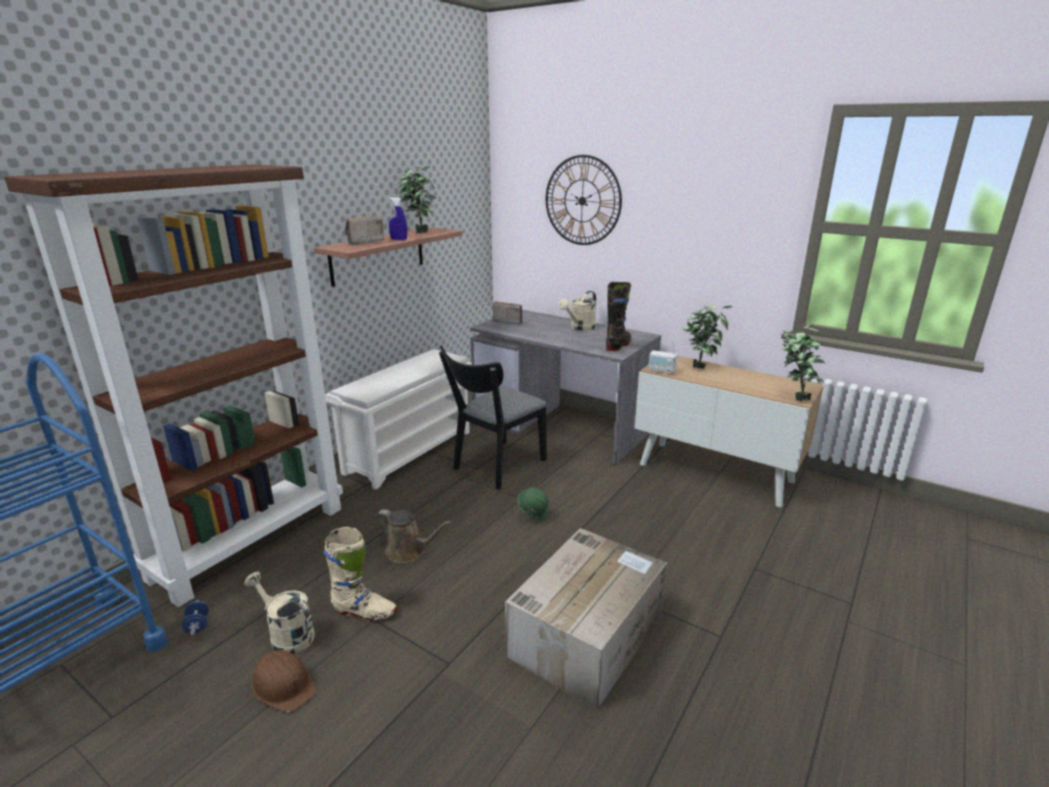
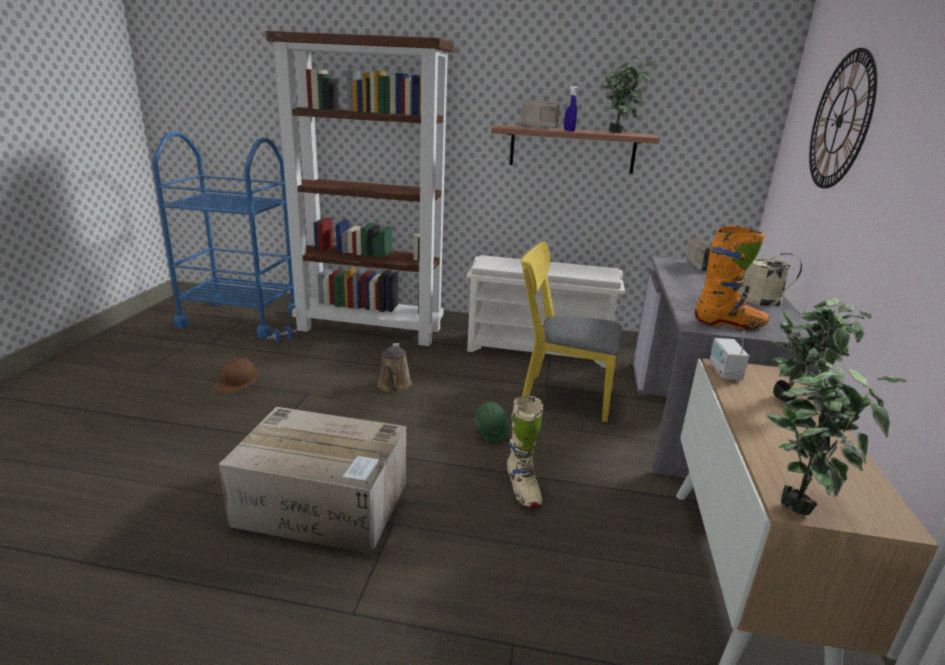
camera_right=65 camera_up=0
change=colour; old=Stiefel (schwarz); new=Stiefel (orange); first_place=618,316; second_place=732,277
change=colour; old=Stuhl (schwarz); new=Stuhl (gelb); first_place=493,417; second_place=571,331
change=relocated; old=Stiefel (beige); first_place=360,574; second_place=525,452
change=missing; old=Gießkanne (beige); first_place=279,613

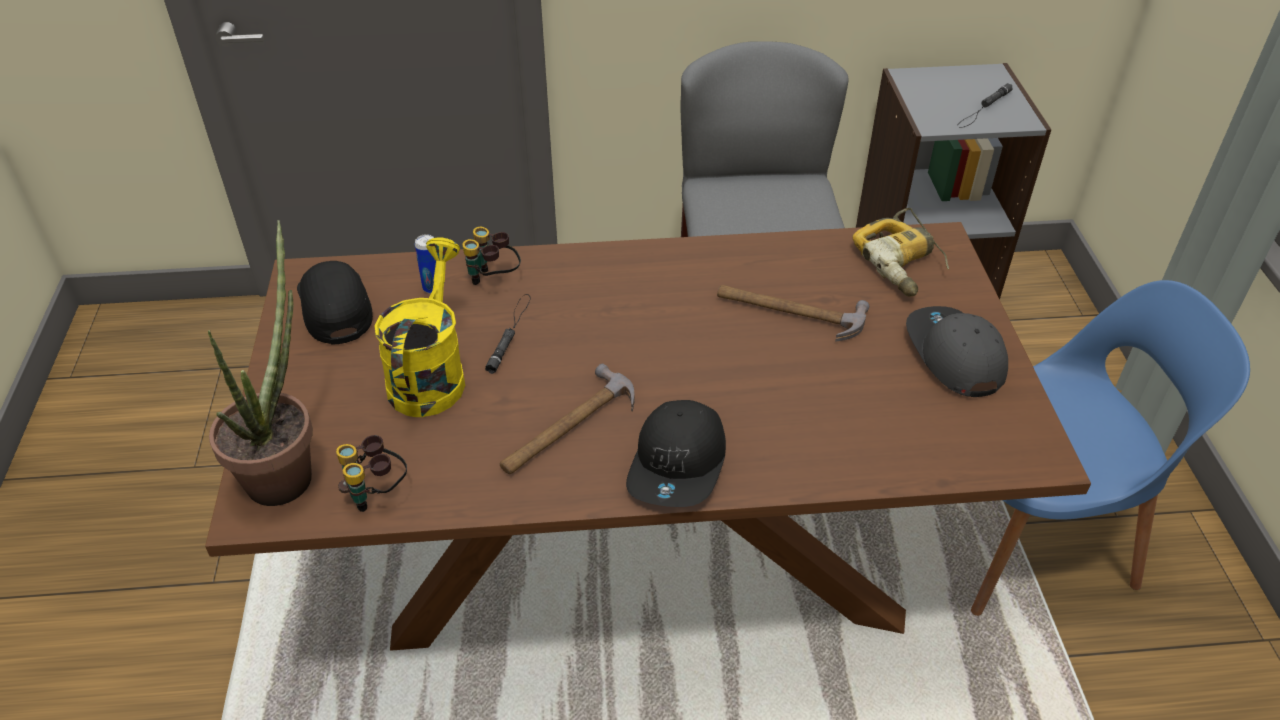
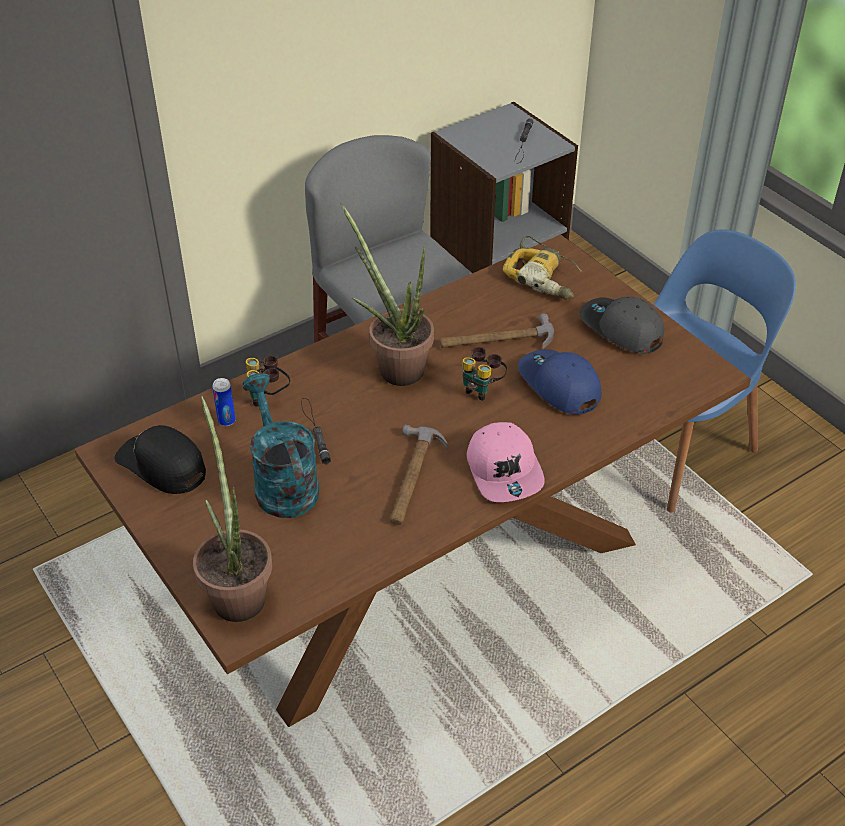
camera_right=-30 camera_up=0
change=colour; old=Gießkanne (gelb); new=Gießkanne (türkis); first_place=420,327; second_place=281,445
change=colour; old=Kappe (schwarz); new=Kappe (rosa); first_place=676,453; second_place=505,462
change=relocated; old=Fernglas; first_place=371,473; second_place=484,374
change=appeared; new=Topfpflanze; second_place=387,294
change=appeared; new=Kappe (blau); second_place=559,382

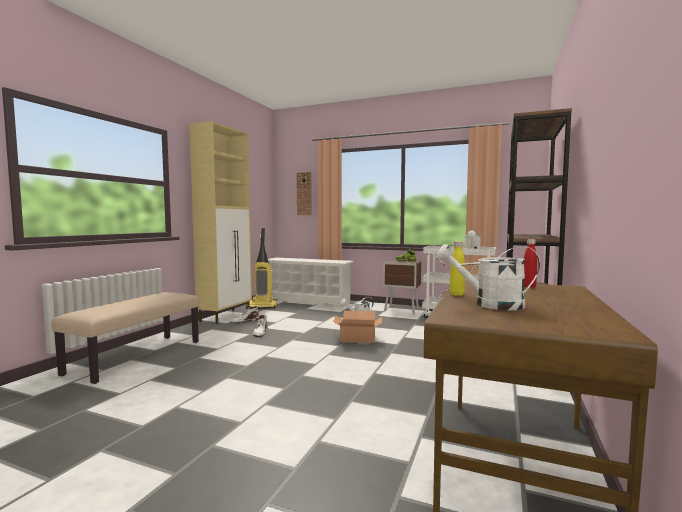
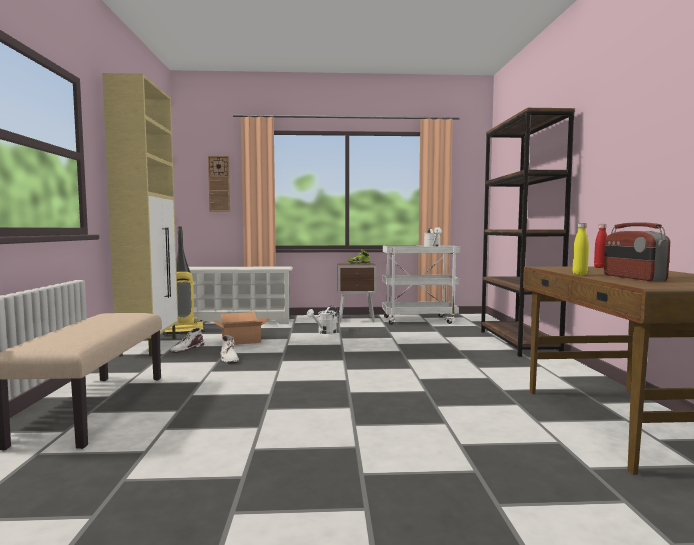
camera_right=-25 camera_up=0
change=exchanged; old=Gießkanne (weiß); new=Radio; first_place=488,277; second_place=637,252
change=relocated; old=Karton; first_place=357,327; second_place=241,328

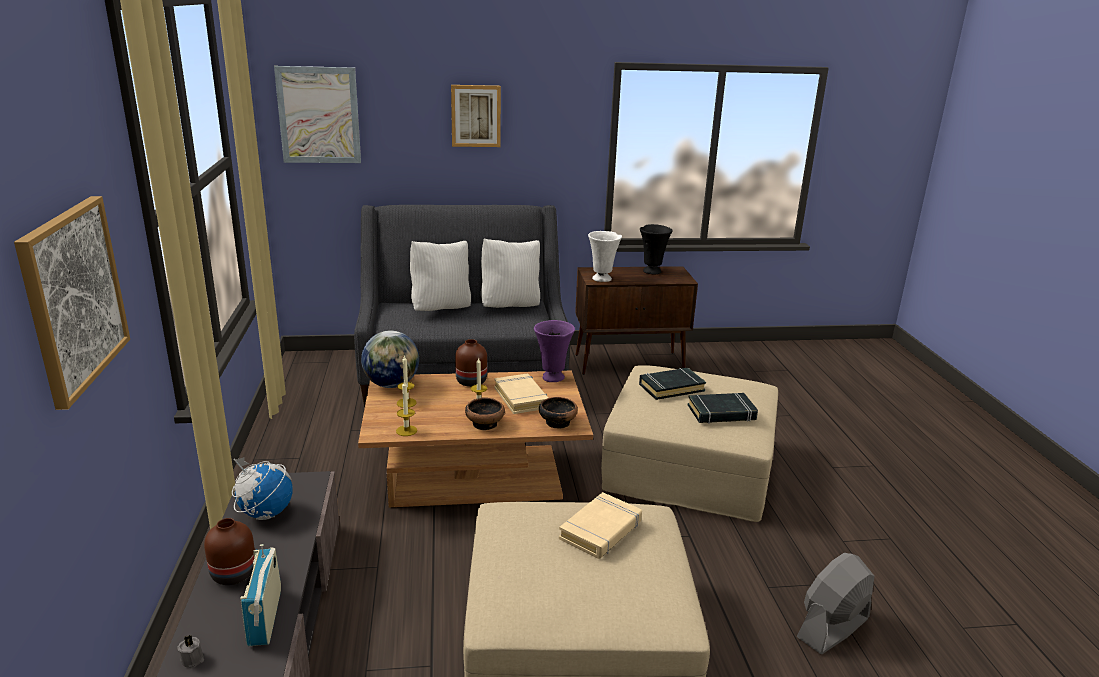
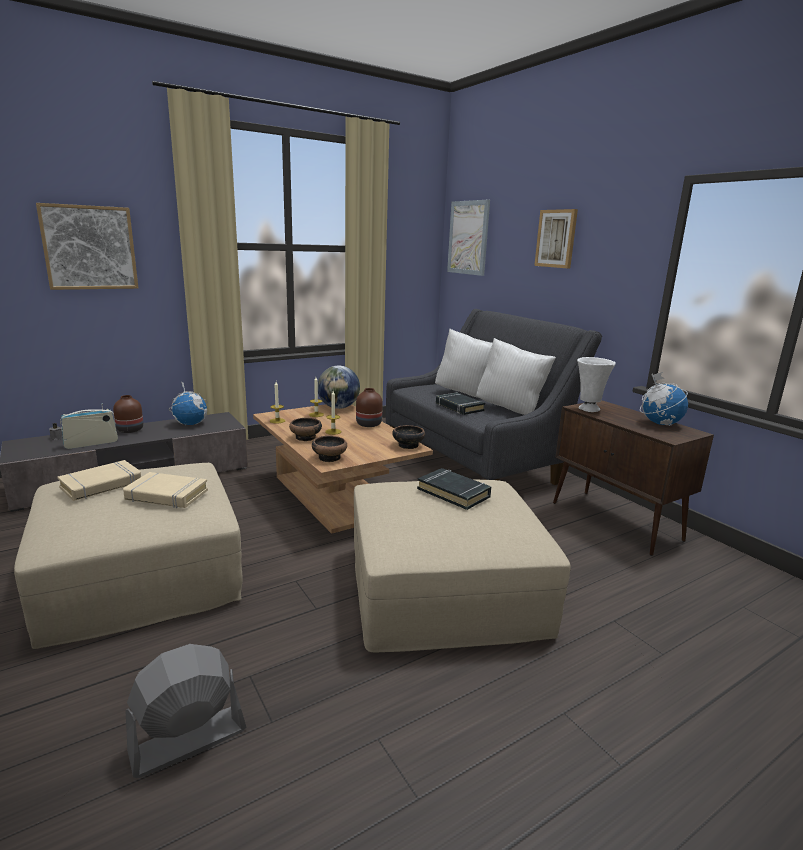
camera_right=65 camera_up=-5
change=exchanged; old=Vase (schwarz); new=Globus; first_place=656,249; second_place=664,399
change=exchanged; old=Vase (lila); new=Schüssel; first_place=554,351; second_place=408,437
change=relocated; old=Buch (beige); first_place=521,394; second_place=99,480
change=relocated; old=Buch (schwarz); first_place=723,408; second_place=460,404
change=spun; old=Ventilator (grau); first_place=835,603; second_place=185,711; degrees=-60

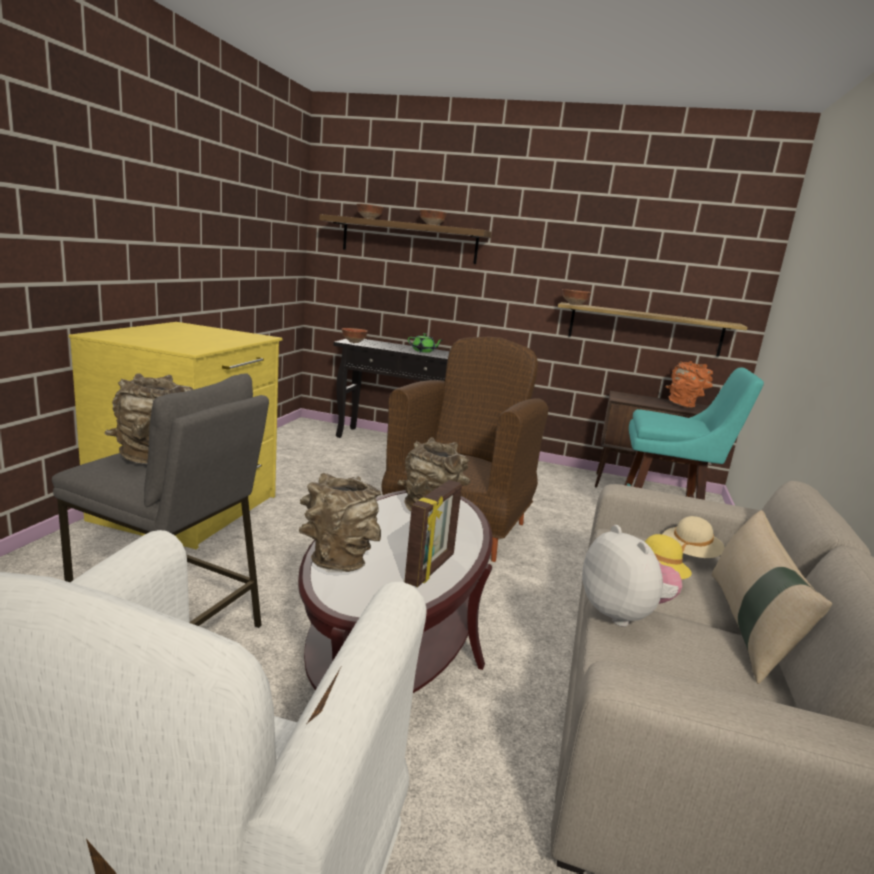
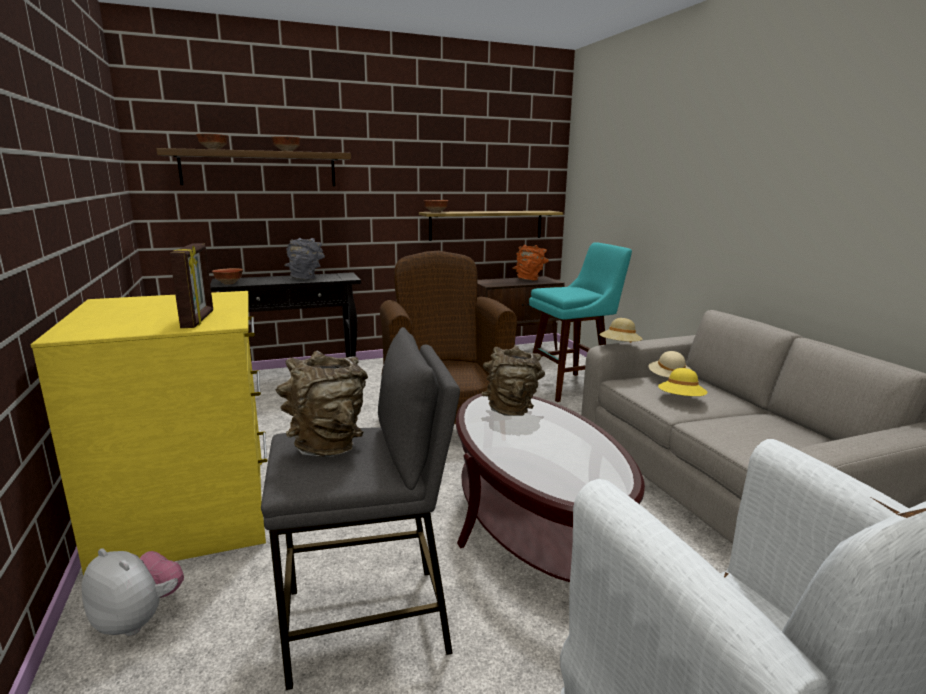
camera_right=-35 camera_up=0
change=exchanged; old=Teekanne (grün); new=Vase (grau); first_place=425,342; second_place=304,259
change=missing; old=Vase (braun); first_place=340,522
change=relocated; old=Bilderrahmen; first_place=433,533; second_place=191,286
change=missing; old=Kissen (beige); first_place=772,597
change=relocated; old=Plüschtier; first_place=632,576; second_place=132,592
change=appeared; new=Hut (beige); second_place=621,330

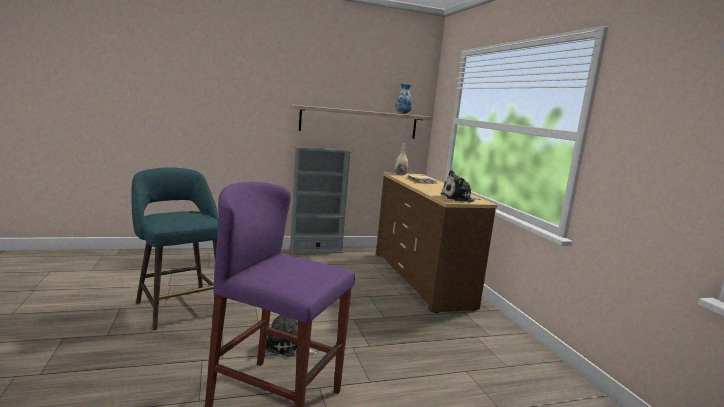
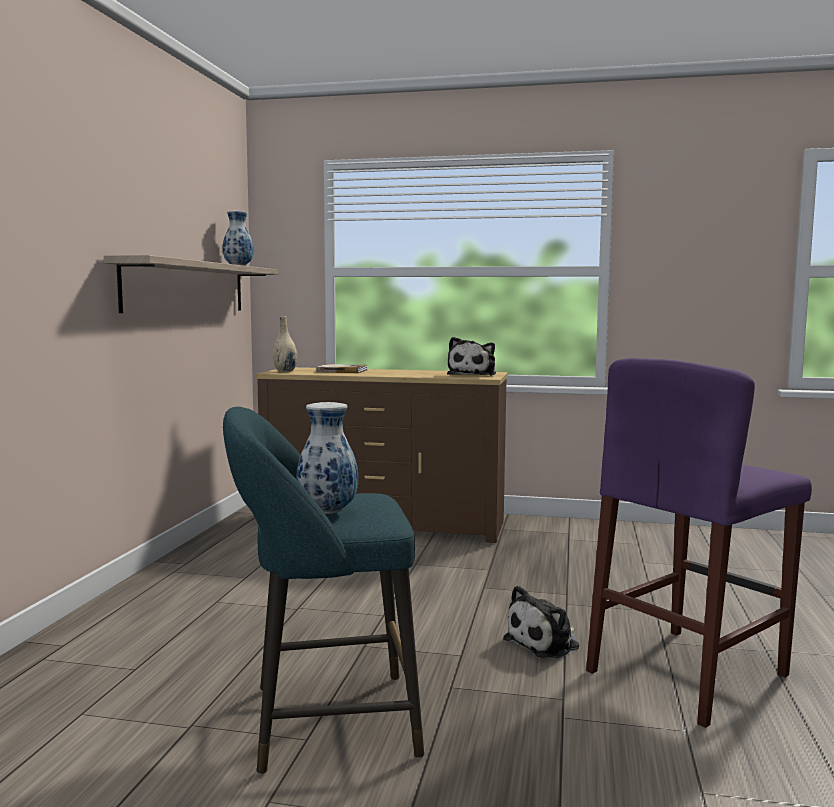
camera_right=-60 camera_up=-5
change=missing; old=Bücherregal (grau); first_place=320,200
change=appeared; new=Vase; second_place=327,458

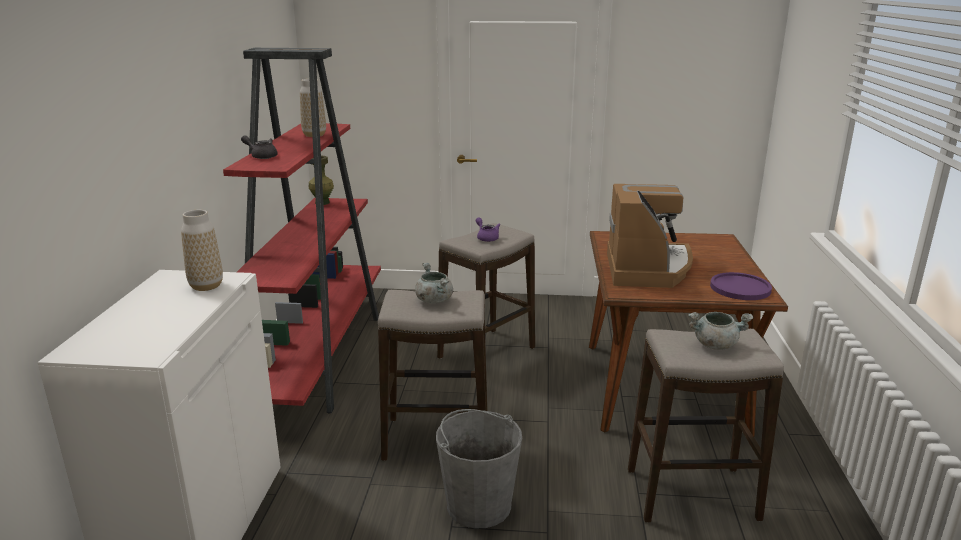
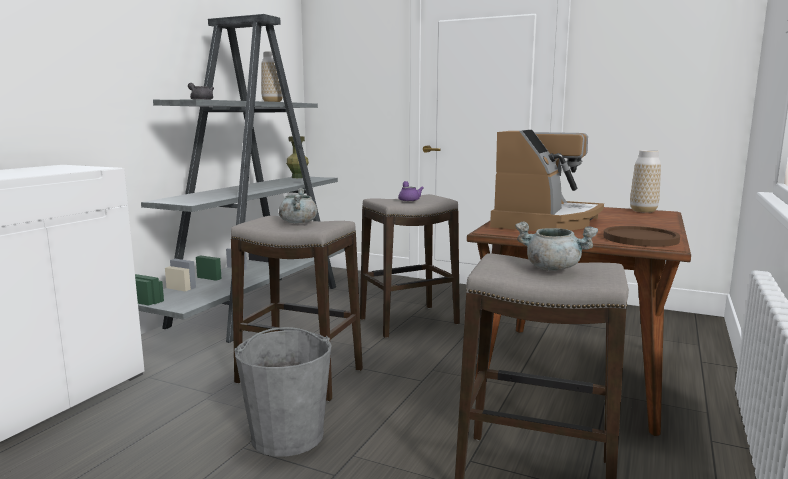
camera_right=20 camera_up=-10
change=colour; old=Bücherregal (rot); new=Bücherregal (grau); first_place=302,231; second_place=240,178
change=relocated; old=Vase; first_place=202,250; second_place=645,181
change=colour; old=Teller (lila); new=Teller (braun); first_place=741,286; second_place=641,236

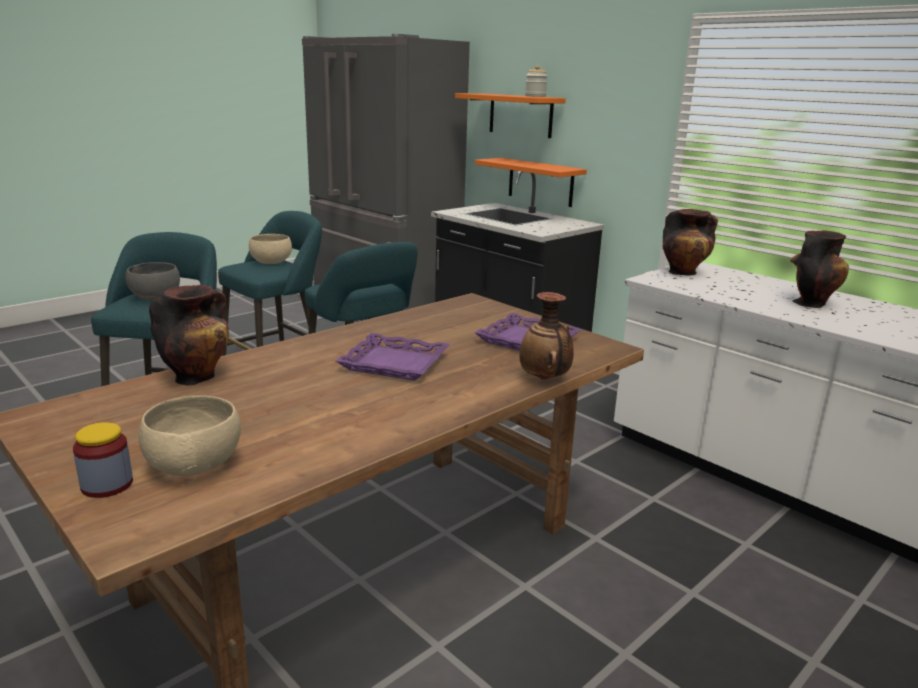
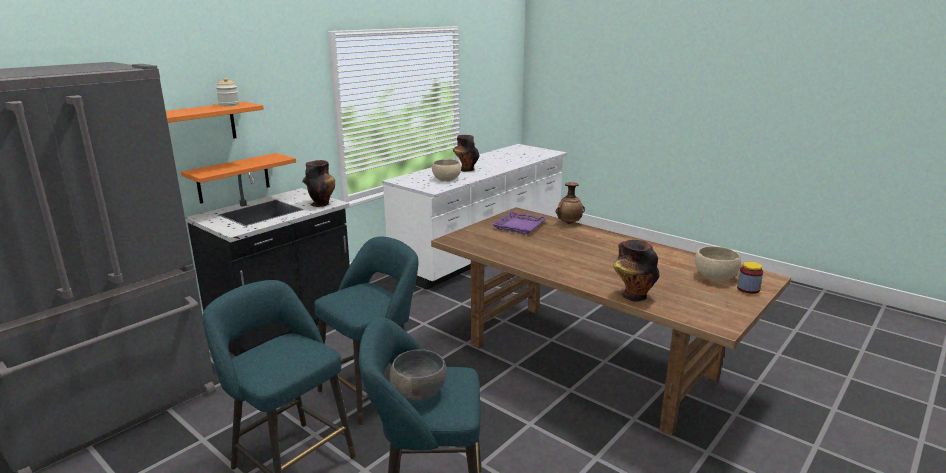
camera_right=-95 camera_up=0
change=relocated; old=Vase; first_place=690,242; second_place=318,183
change=relocated; old=Schüssel (beige); first_place=270,249; second_place=446,170
change=missing; old=Tablett (lila); first_place=393,357

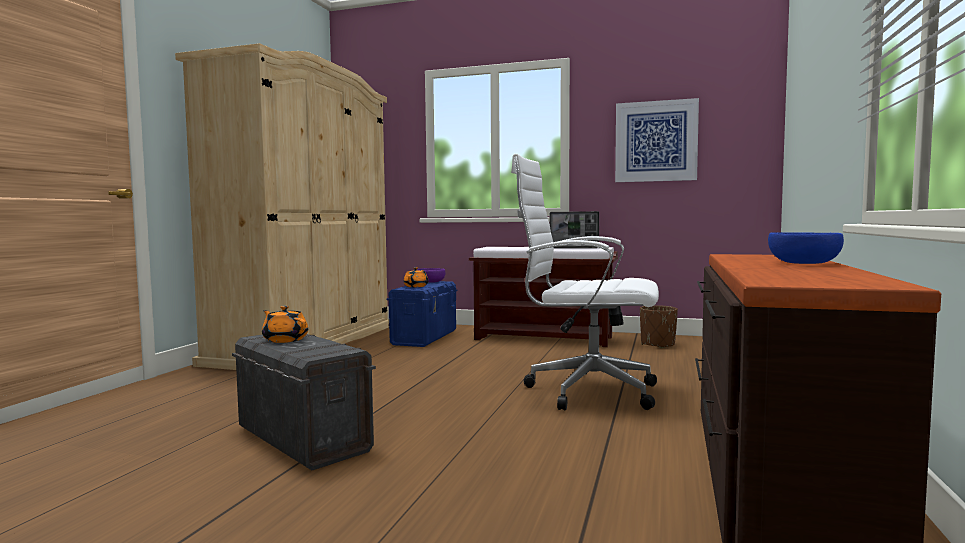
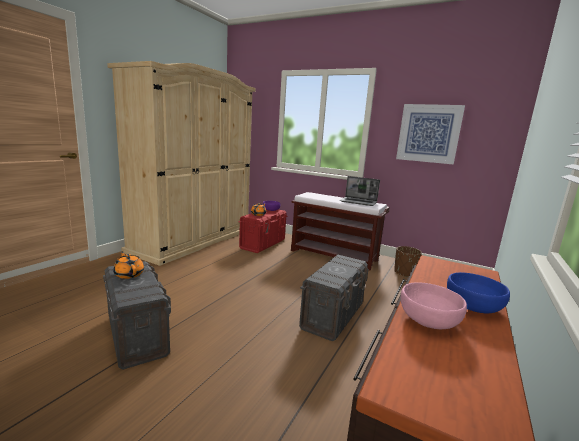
camera_right=10 camera_up=10
change=exchanged; old=Bürostuhl (weiß); new=Aufbewahrungsbox (grau); first_place=585,282; second_place=334,298
change=colour; old=Aufbewahrungsbox (blau); new=Aufbewahrungsbox (rot); first_place=422,314; second_place=262,231
change=appeared; new=Schüssel (rosa); second_place=434,305

